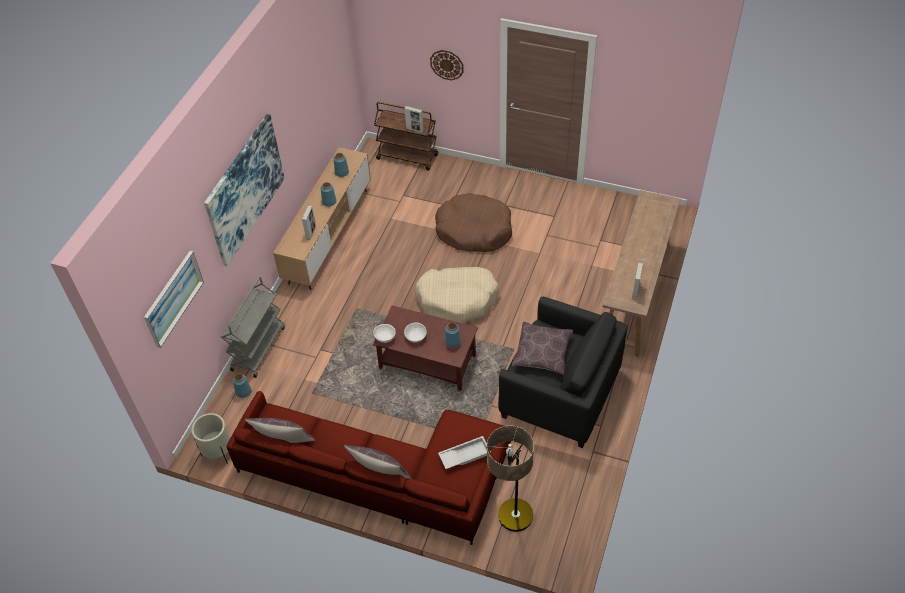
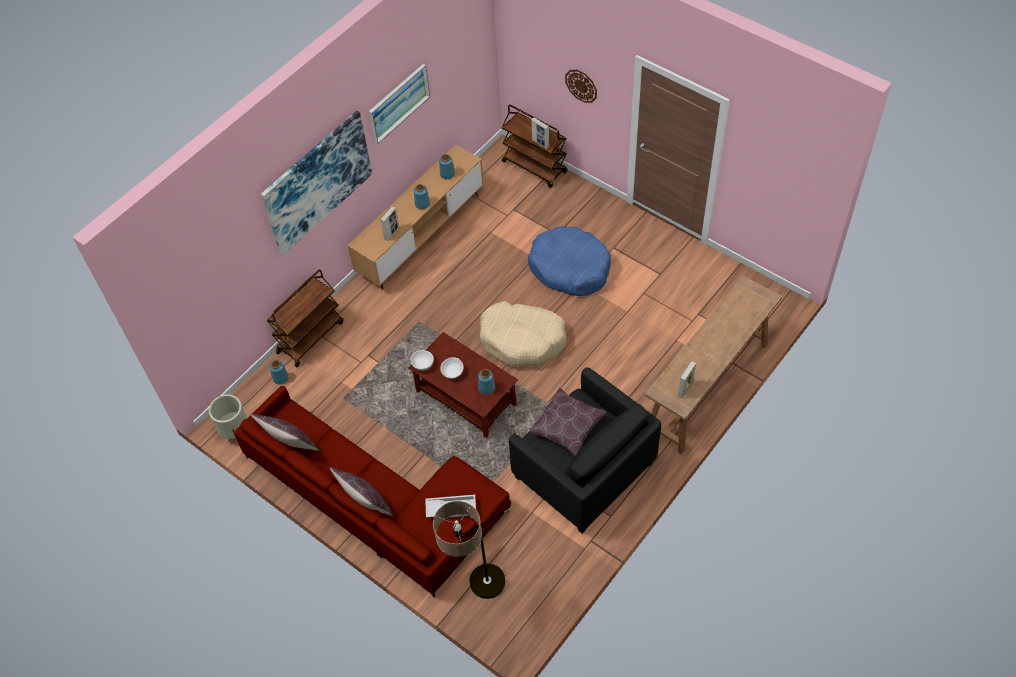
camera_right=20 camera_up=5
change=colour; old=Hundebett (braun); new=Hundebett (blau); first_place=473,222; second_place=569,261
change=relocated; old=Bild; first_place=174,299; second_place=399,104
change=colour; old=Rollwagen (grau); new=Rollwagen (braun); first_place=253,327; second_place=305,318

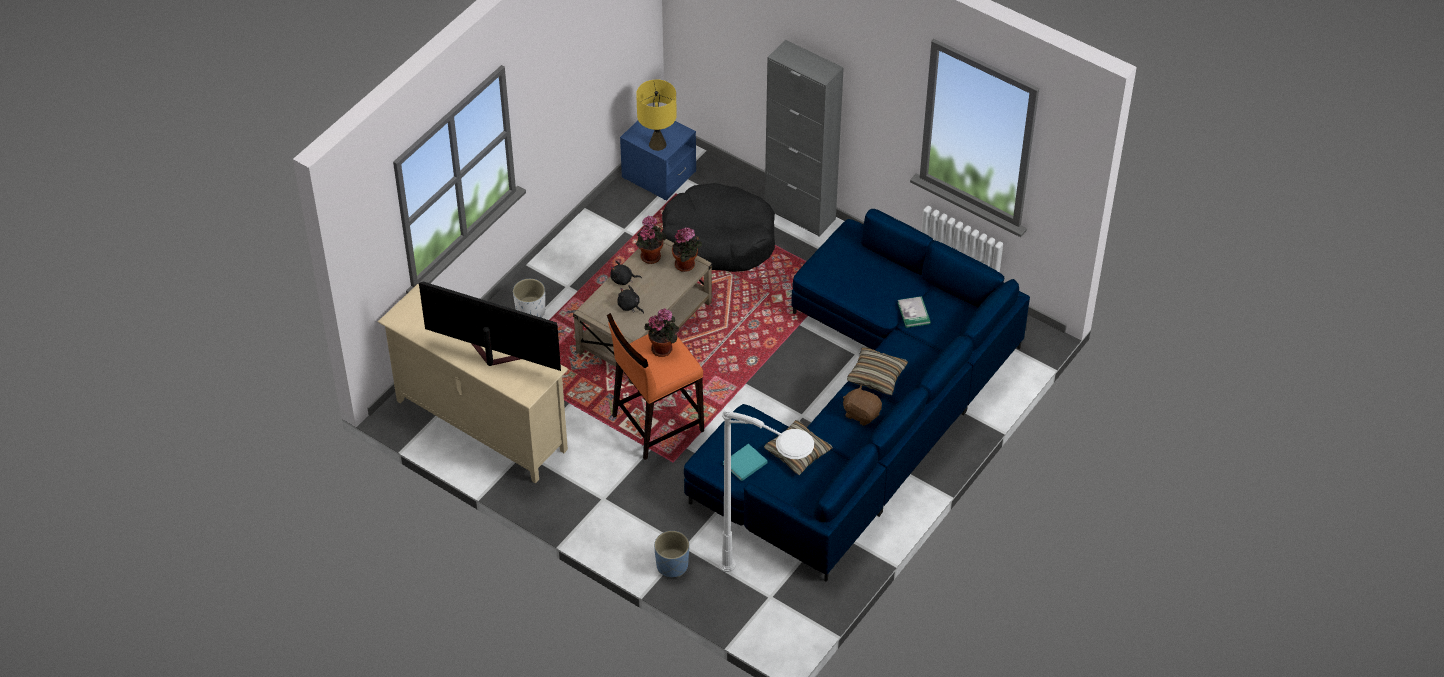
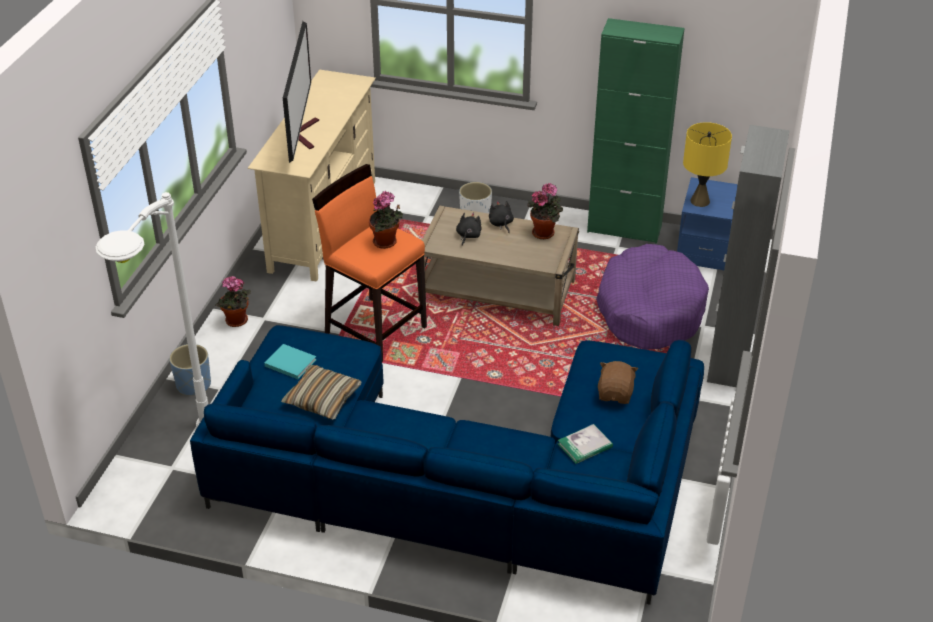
camera_right=70 camera_up=-10
change=colour; old=Hundebett (schwarz); new=Hundebett (lila); first_place=718,227; second_place=652,297
change=relocated; old=Topfpflanze; first_place=687,250; second_place=233,301
change=missing; old=Kissen; first_place=877,371
change=relocated; old=Plüschtier (braun); first_place=862,405; second_place=618,382
change=appeared; new=Schrank (grün); second_place=636,131

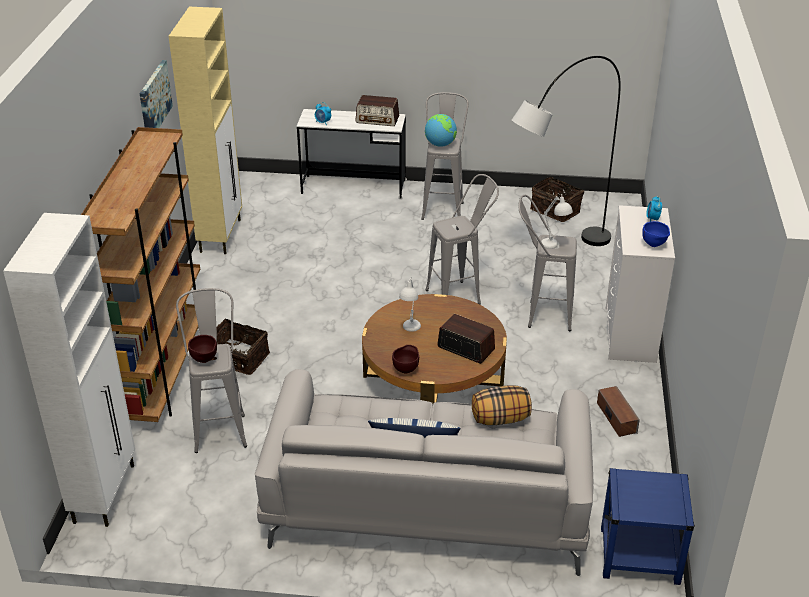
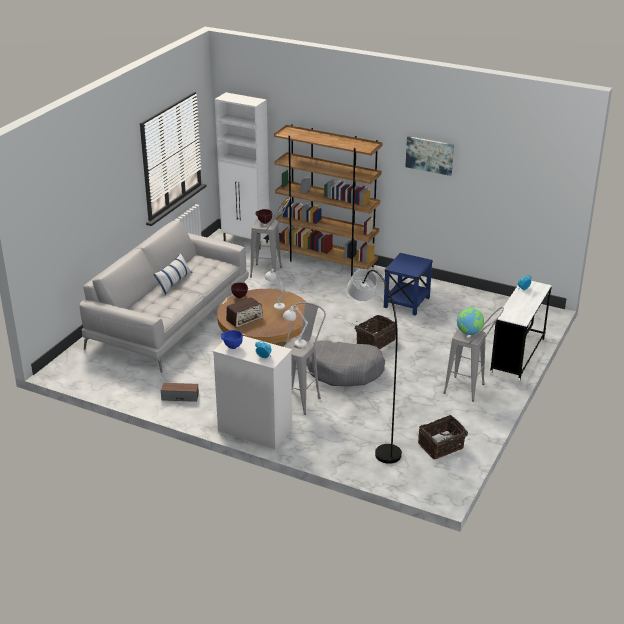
camera_right=110 camera_up=-5
change=missing; old=Schrank (beige); first_place=205,130
change=missing; old=Radio; first_place=377,110
change=exchanged; old=Hocker (grau); new=Hundebett (grau); first_place=462,239; second_place=345,363
change=relocated; old=Korb; first_place=241,346; second_place=375,332
change=missing; old=Kissen; first_place=502,405
change=relocated; old=Beistelltisch (blau); first_place=648,526; second_place=408,284

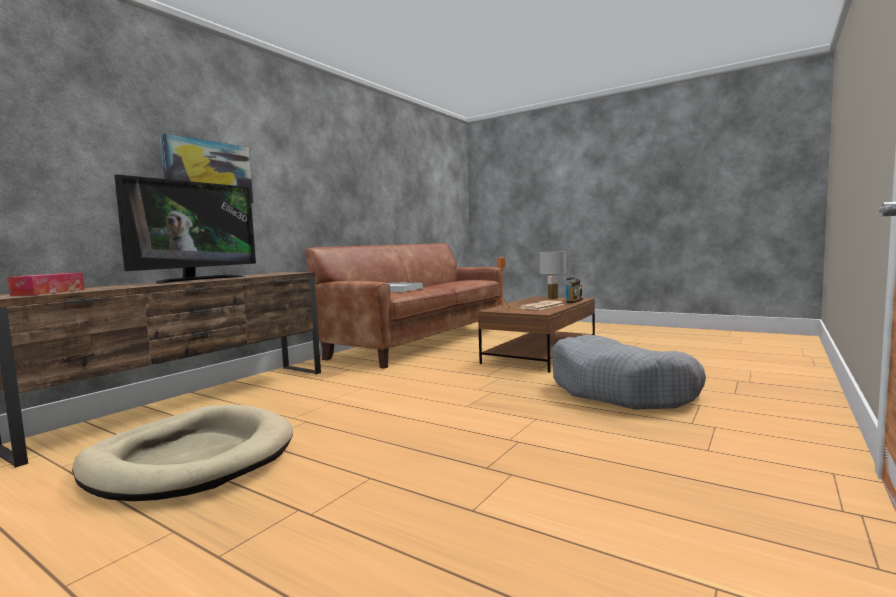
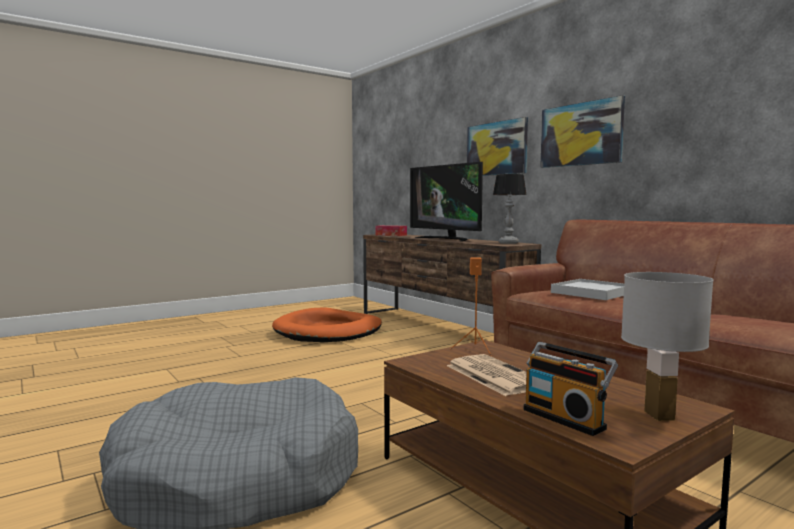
camera_right=110 camera_up=0
change=colour; old=Hundebett (beige); new=Hundebett (orange); first_place=182,452; second_place=327,324
change=appeared; new=Bild; second_place=582,131
change=appeared; new=Tischlampe; second_place=510,209

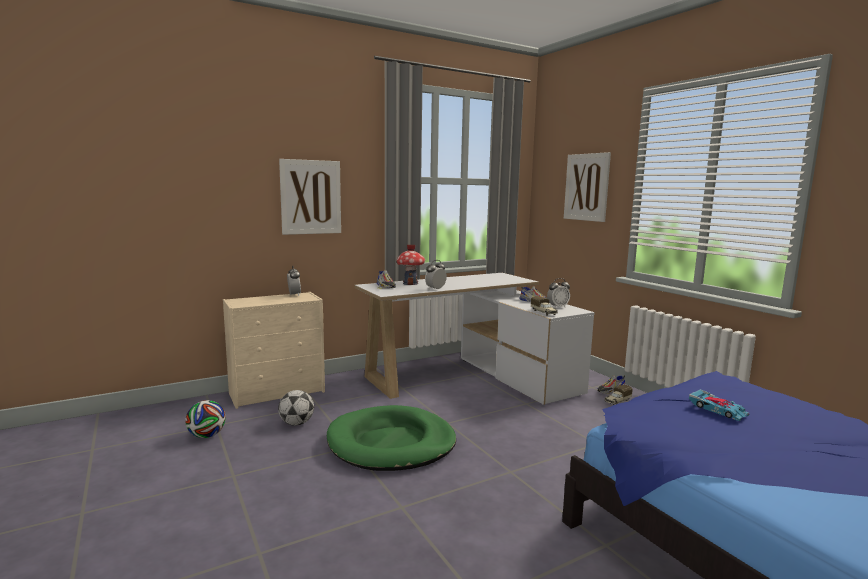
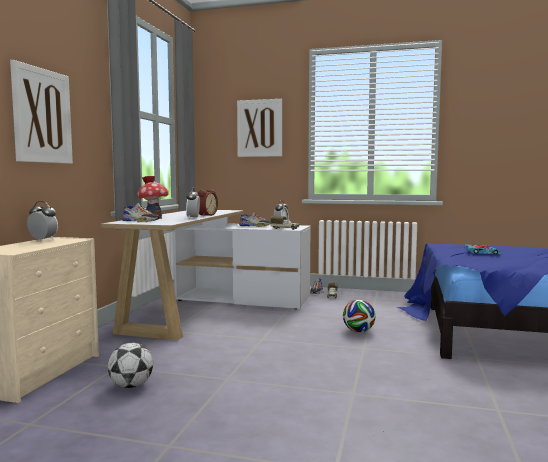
camera_right=-45 camera_up=-5
change=relocated; old=Fußball; first_place=205,419; second_place=359,316
change=missing; old=Hundebett (grün); first_place=391,438
change=appeared; new=Wecker; second_place=208,202

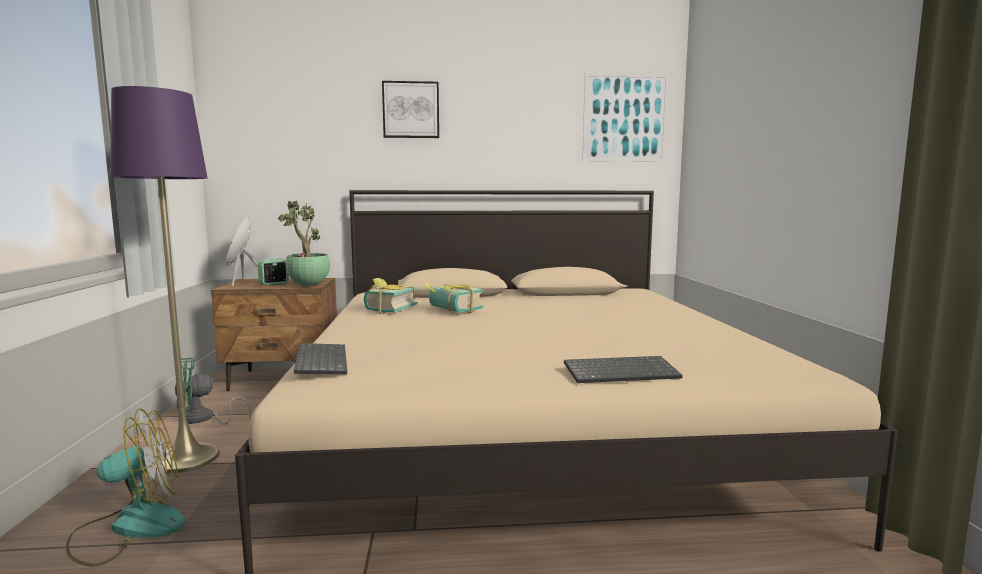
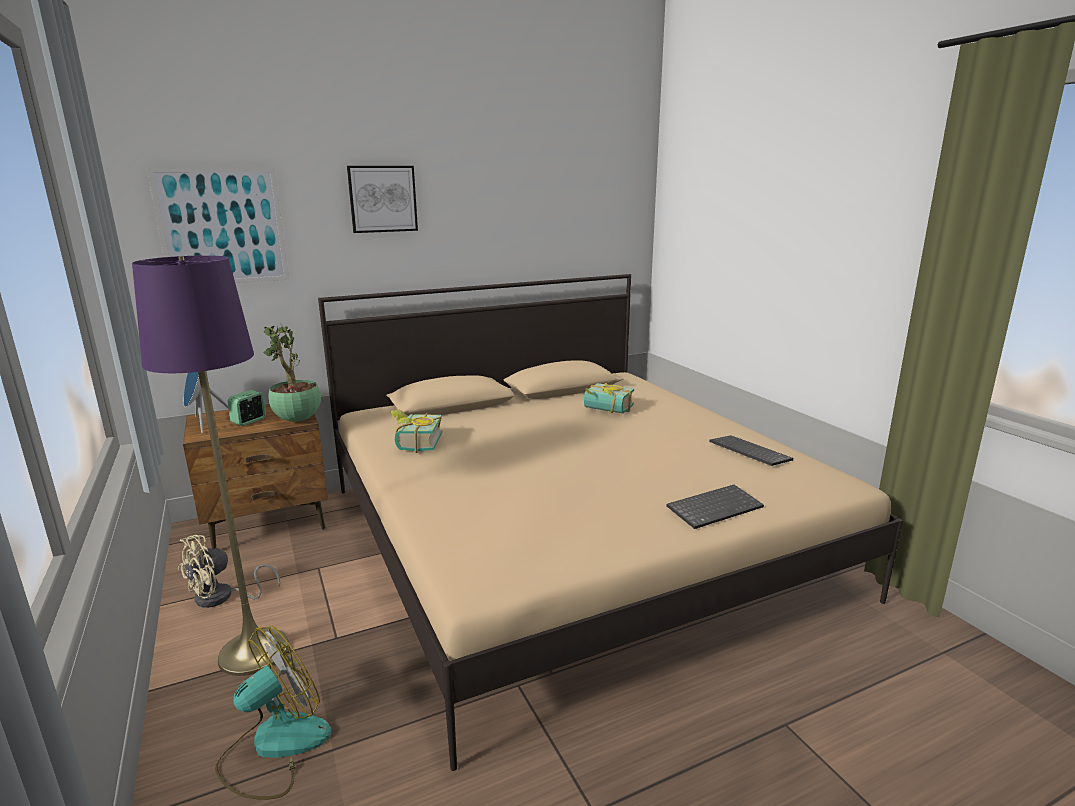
camera_right=-20 camera_up=10
change=relocated; old=Bild; first_place=625,117; second_place=218,225
change=relocated; old=Buch; first_place=453,297; second_place=609,398
change=relocated; old=Tastatur; first_place=320,359; second_place=751,450
change=colour; old=Ventilator (grün); new=Ventilator (beige); first_place=213,391; second_place=229,571

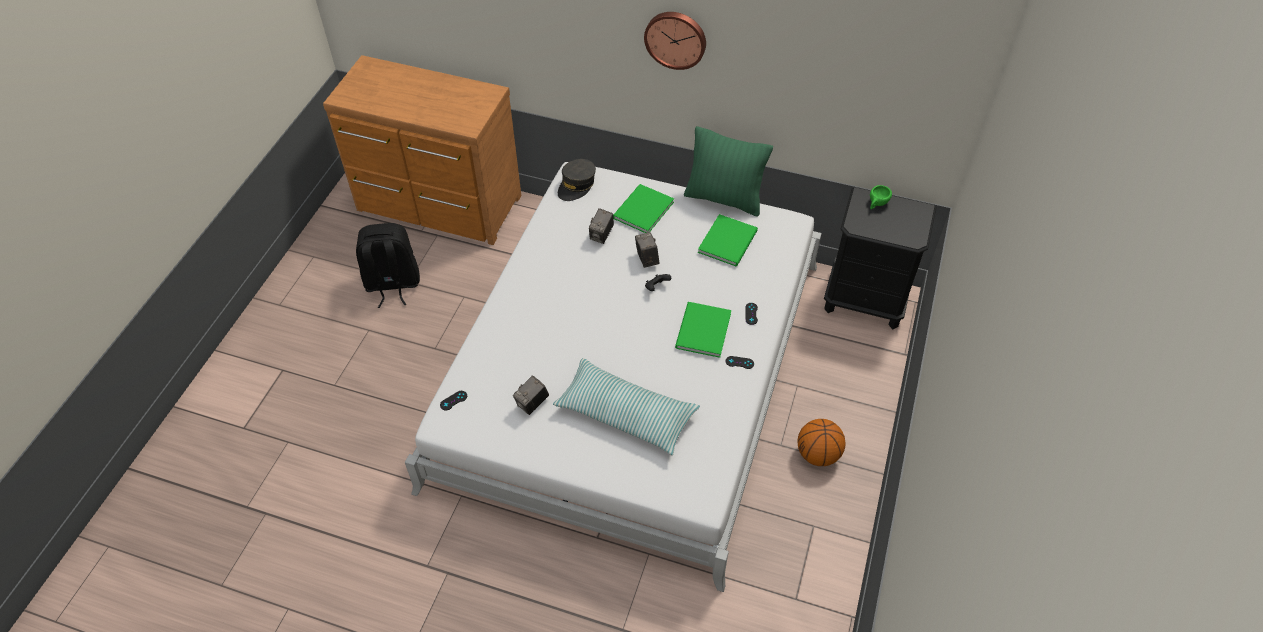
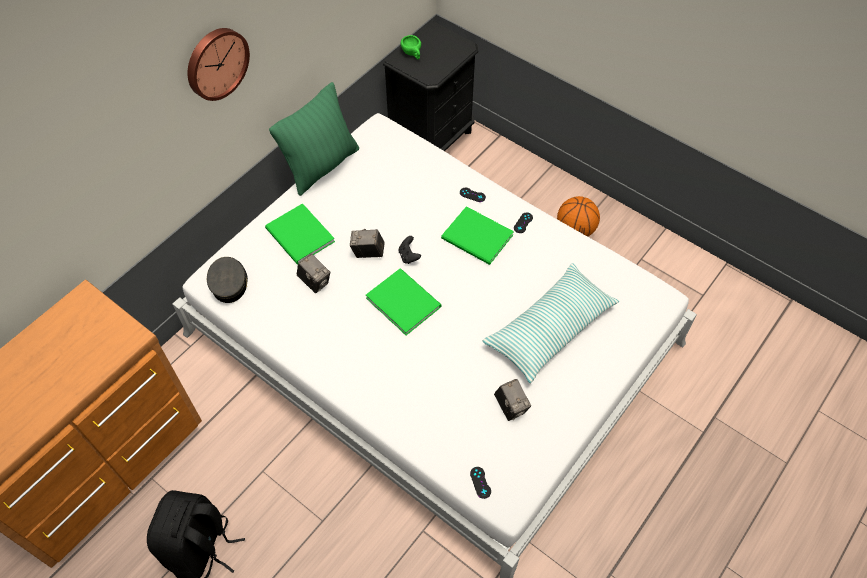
camera_right=-70 camera_up=5
change=spun; old=Kappe (grau); first_place=577,180; second_place=227,280; degrees=-150
change=relocated; old=Buch (grün); first_place=728,240; second_place=403,301

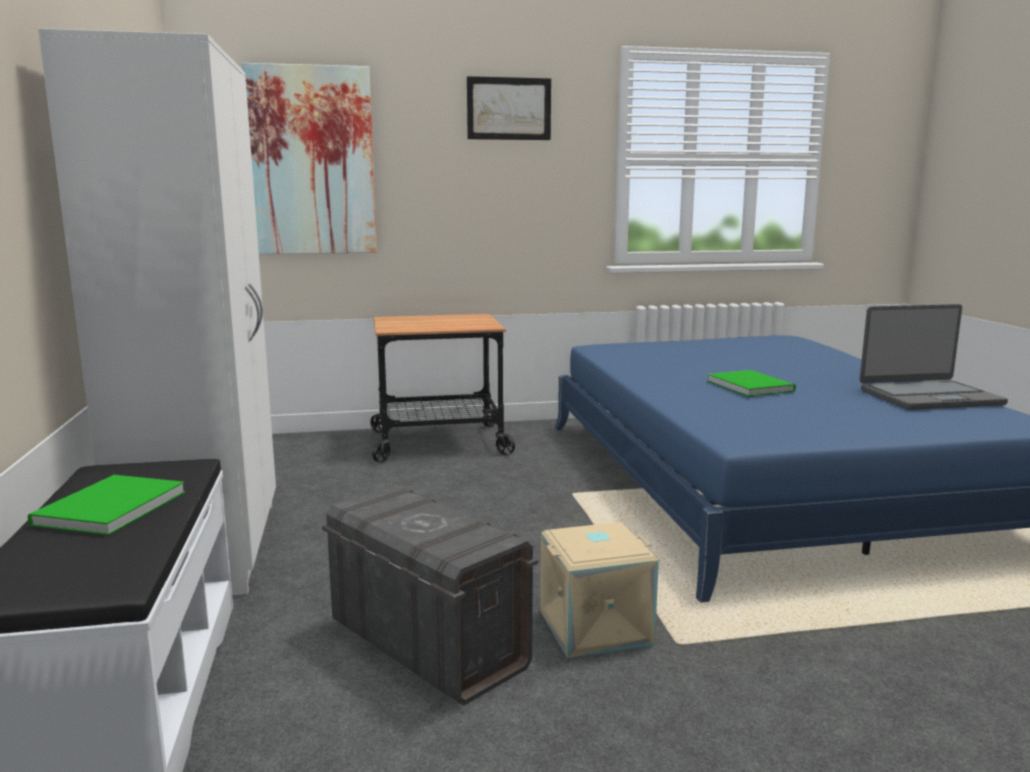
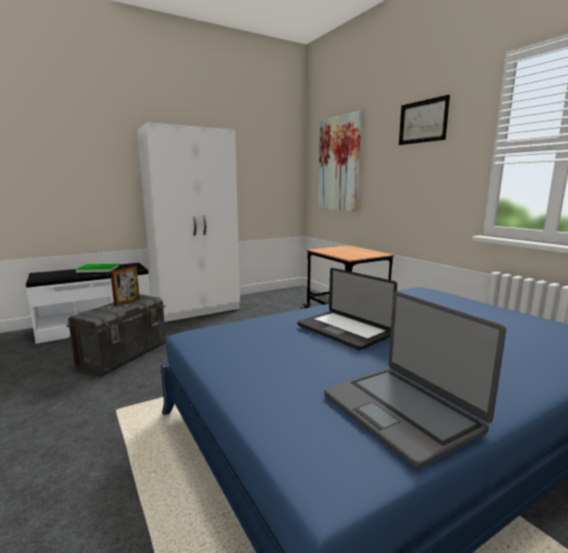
camera_right=70 camera_up=0
change=exchanged; old=Buch (grün); new=Laptop; first_place=751,383; second_place=347,309
change=missing; old=Aufbewahrungsbox (beige); first_place=600,590
change=appeared; new=Bilderrahmen; second_place=125,286

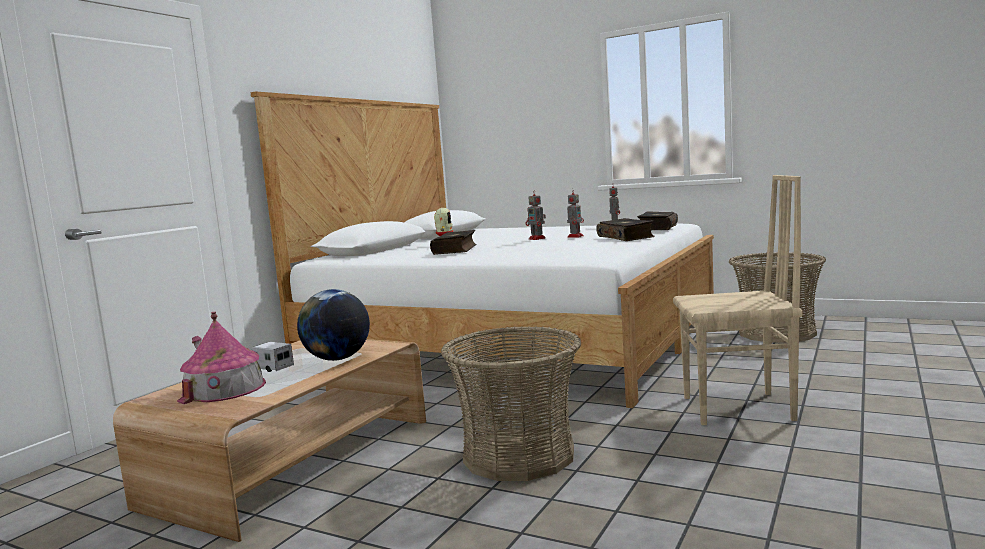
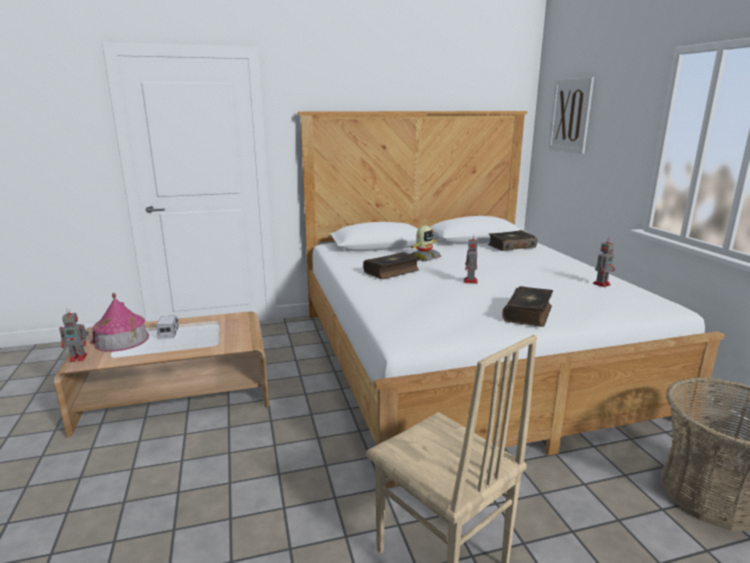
camera_right=45 camera_up=10
change=relocated; old=Spielzeugroboter; first_place=575,213; second_place=74,335
change=relocated; old=Buch; first_place=657,221; second_place=513,240
change=missing; old=Globus; first_place=333,325
change=missing; old=Korb; first_place=511,403
change=appeared; new=Bild; second_place=571,115

